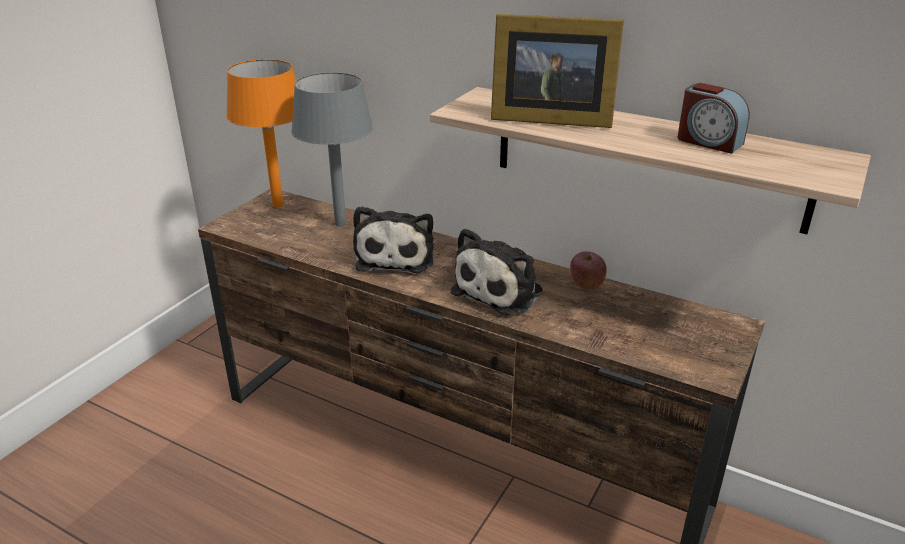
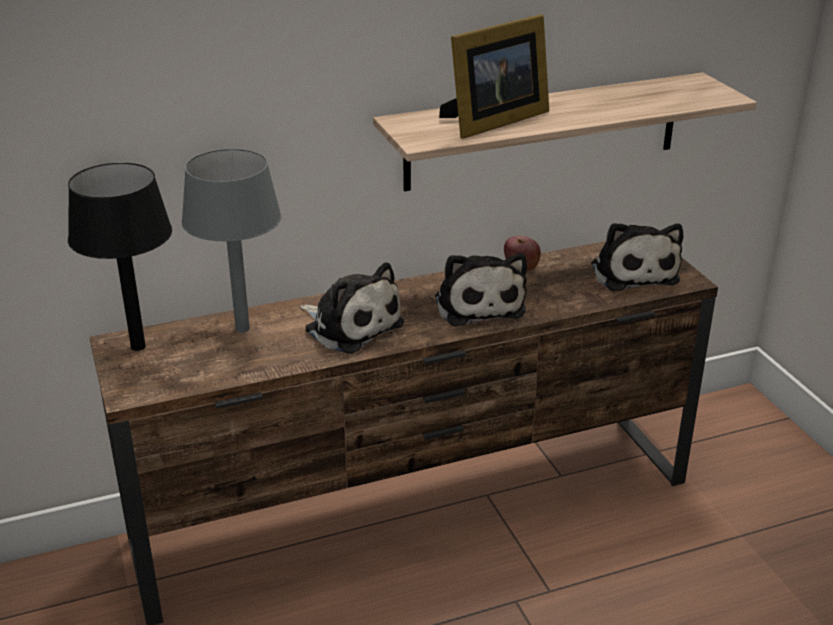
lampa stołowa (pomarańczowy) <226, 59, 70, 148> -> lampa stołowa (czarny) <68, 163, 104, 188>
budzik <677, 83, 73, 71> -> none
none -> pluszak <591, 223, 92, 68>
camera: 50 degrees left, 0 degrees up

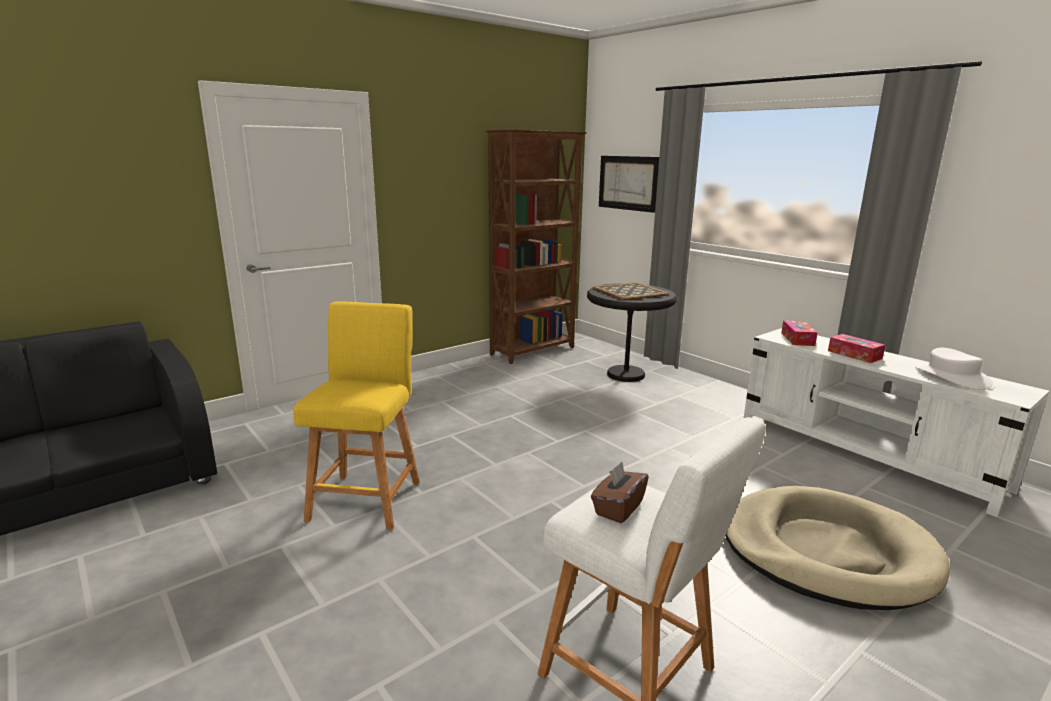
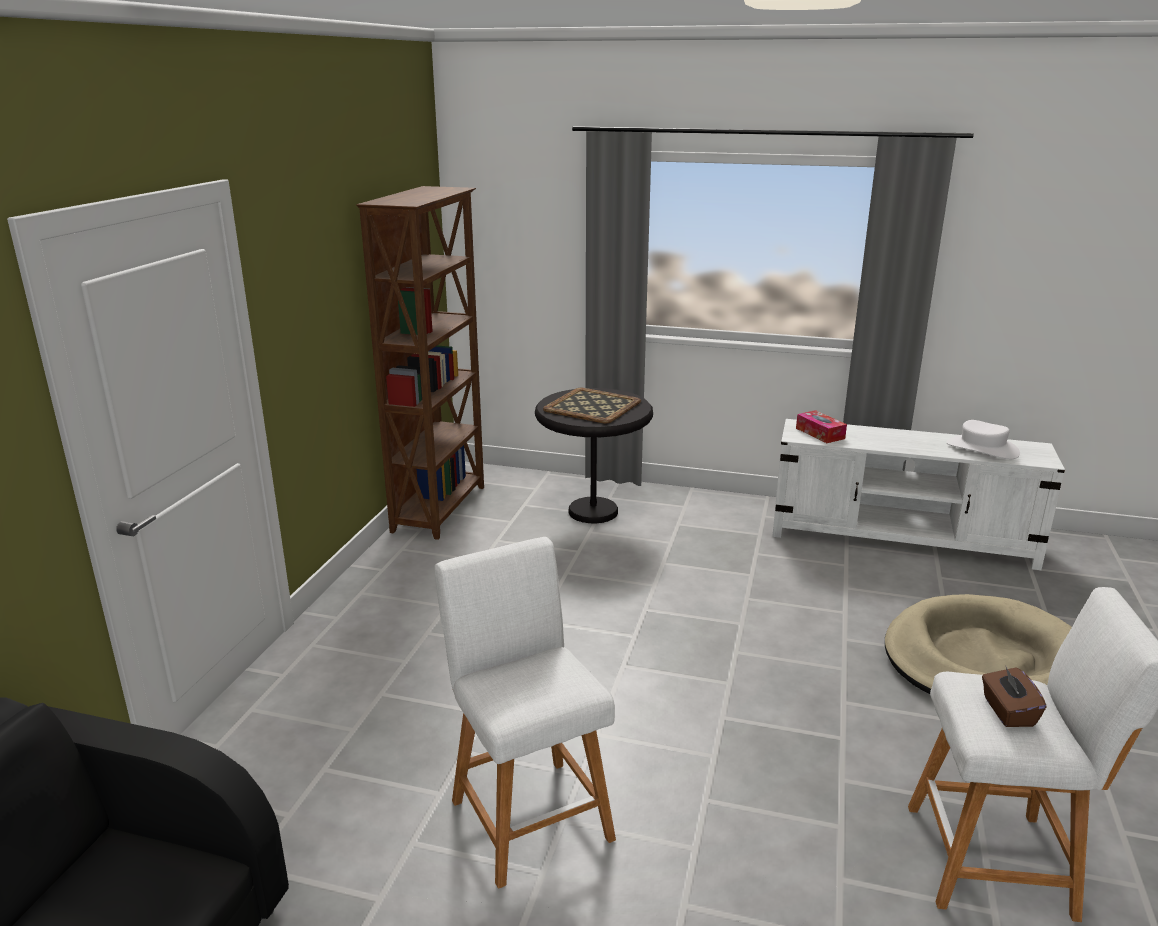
stołek (żółty) <293, 301, 127, 230> -> stołek (biały) <434, 537, 182, 352>
obraz <599, 156, 60, 57> -> none
pudełko chusteczek <828, 334, 57, 29> -> none
camera: 35 degrees left, 5 degrees up

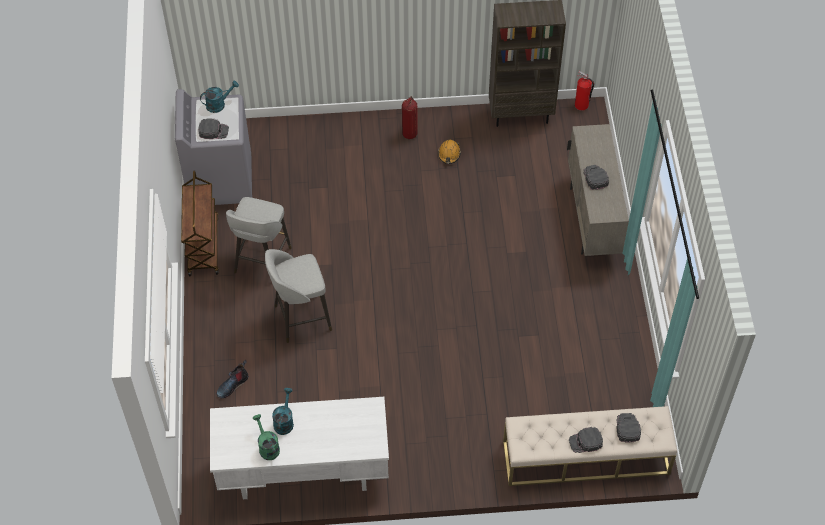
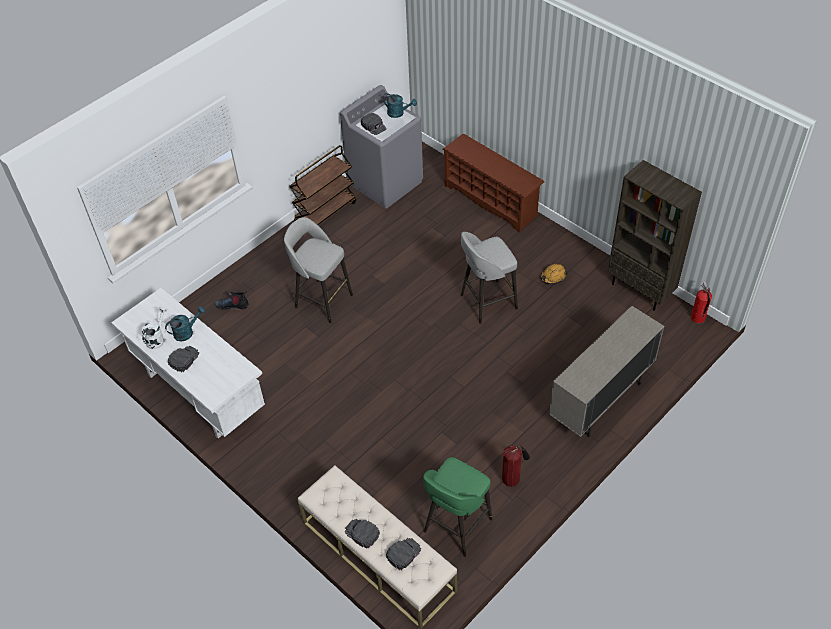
stołek (szary) <226, 197, 66, 76> -> stołek (szary) <460, 232, 58, 92>, moved
konewka (zielony) <253, 414, 27, 46> -> konewka (biały) <142, 307, 25, 42>
gaśnica <402, 96, 16, 43> -> gaśnica <502, 445, 28, 42>, moved
czapka z daszkiem (czarny) <584, 165, 25, 25> -> czapka z daszkiem (czarny) <168, 346, 31, 26>, moved
none -> stołek (zielony) <423, 457, 69, 100>
none -> regał na buty (brązowy) <443, 134, 101, 99>
camera: 50 degrees right, 5 degrees down

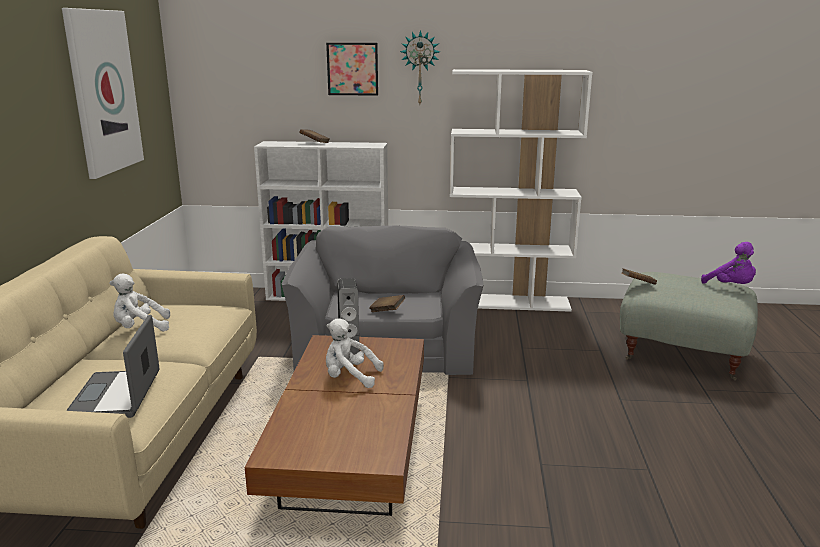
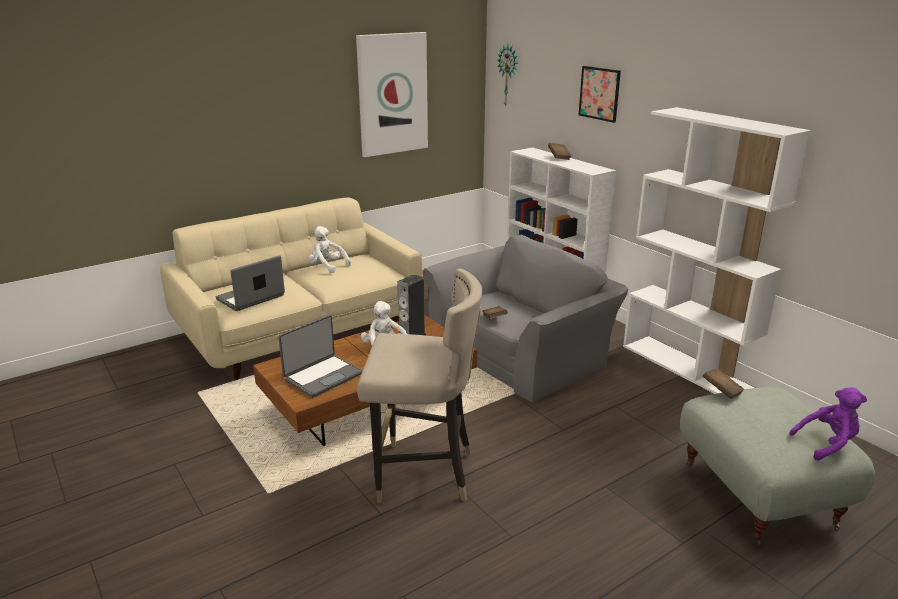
zegar ścienny <400, 30, 40, 74> -> zegar ścienny <497, 44, 21, 62>, moved
pluszak (fioletowy) <701, 242, 55, 42> -> pluszak (fioletowy) <789, 387, 78, 74>, 120 degrees counterclockwise
none -> laptop <278, 315, 85, 83>
none -> stołek (beżowy) <357, 268, 125, 235>
camera: 50 degrees right, 5 degrees up

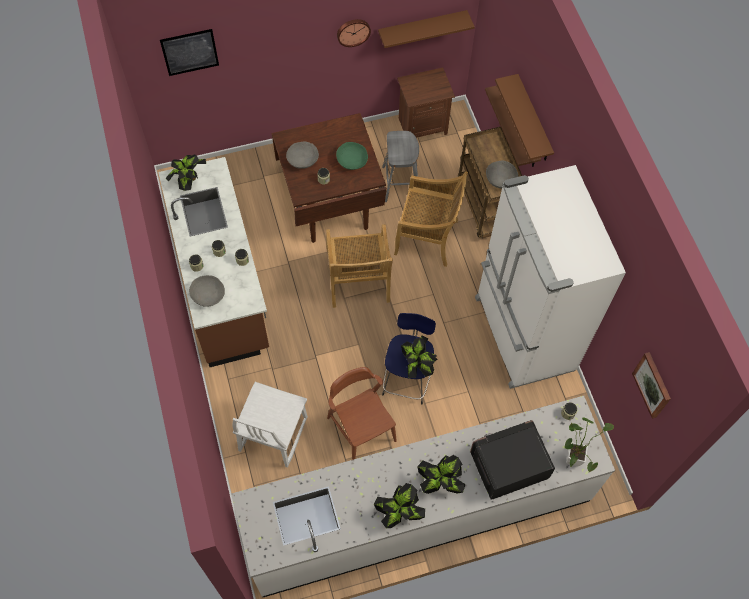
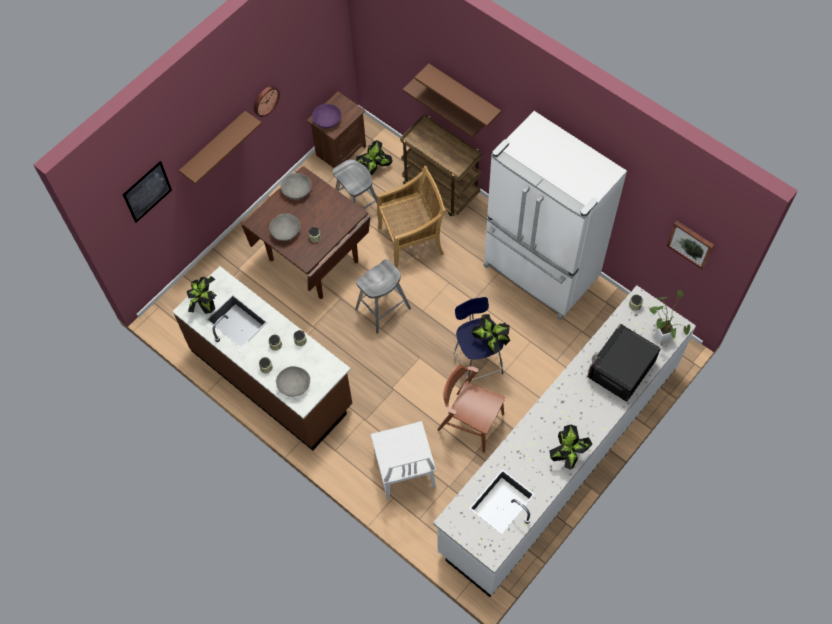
krzesło (beżowy) <326, 224, 67, 84> -> stołek (szary) <355, 259, 56, 75>
miska (zielony) <336, 142, 32, 28> -> none
półka (brązowy) <378, 10, 97, 38> -> półka (brązowy) <179, 111, 83, 73>, moved
roślina doniczkowa <417, 455, 48, 39> -> roślina doniczkowa <356, 140, 37, 35>, moved
miska (szary) <486, 160, 32, 28> -> miska (szary) <280, 173, 31, 27>, moved
none -> miska (fioletowy) <312, 104, 30, 25>
camera: 30 degrees left, 0 degrees up

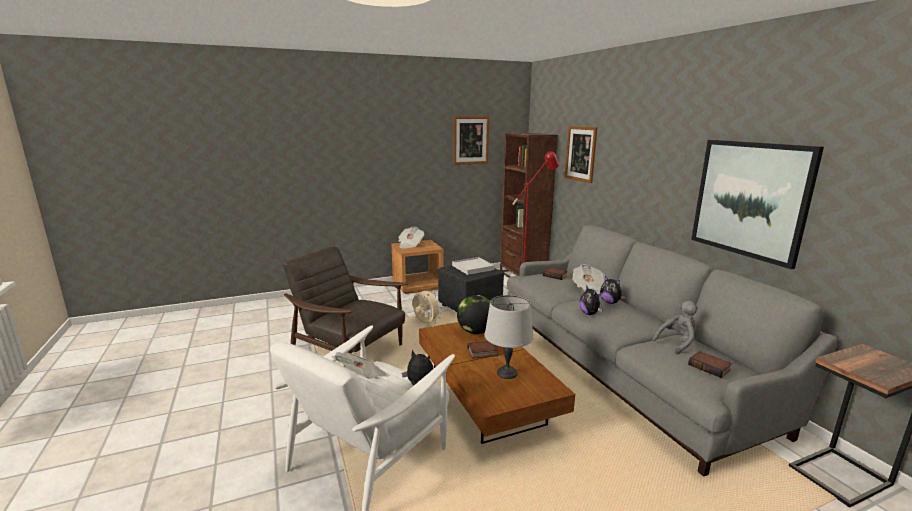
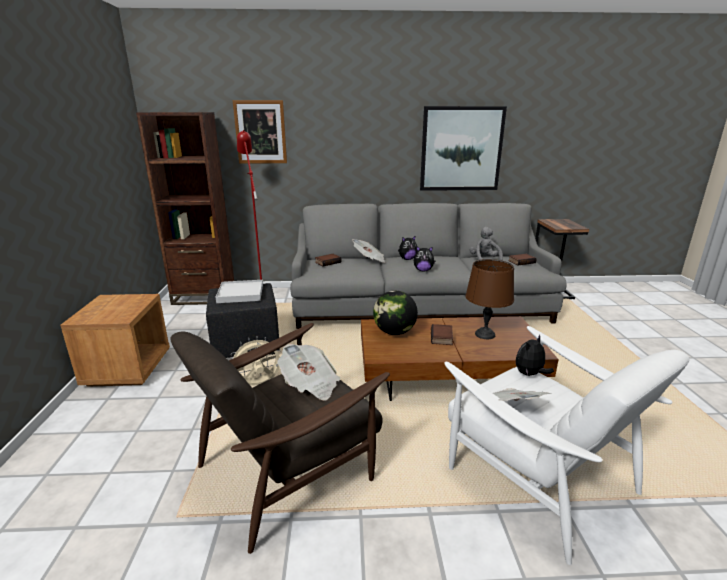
gazeta <398, 227, 26, 22> -> gazeta <277, 344, 63, 57>, moved
obraz <453, 116, 36, 49> -> none
lampa stołowa (szary) <485, 295, 48, 84> -> lampa stołowa (brązowy) <465, 259, 49, 80>
camera: 70 degrees left, 5 degrees up

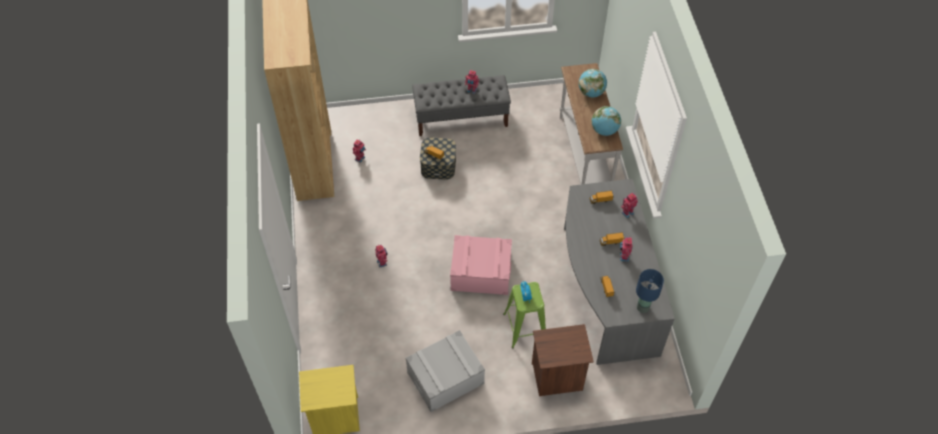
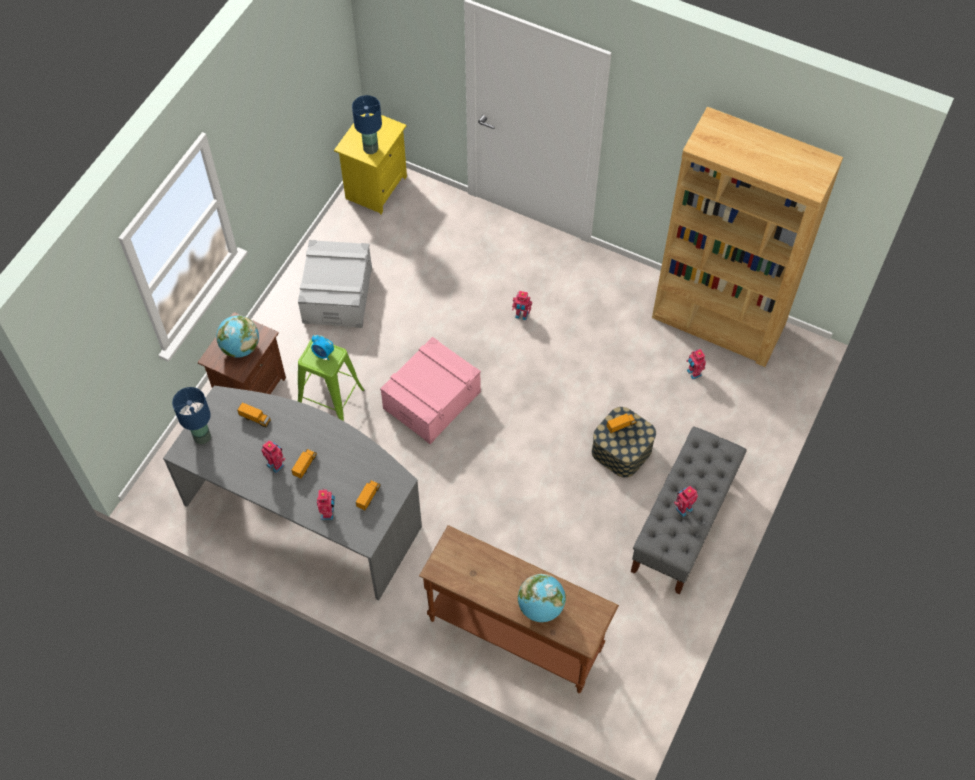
stolik konsolowy (biały) <560, 63, 63, 122> -> stolik konsolowy (brązowy) <419, 525, 200, 168>
globus <592, 106, 29, 30> -> globus <216, 316, 43, 42>, moved
none -> lampa stołowa (niebieski) <352, 95, 30, 59>
camera: 125 degrees right, 5 degrees up

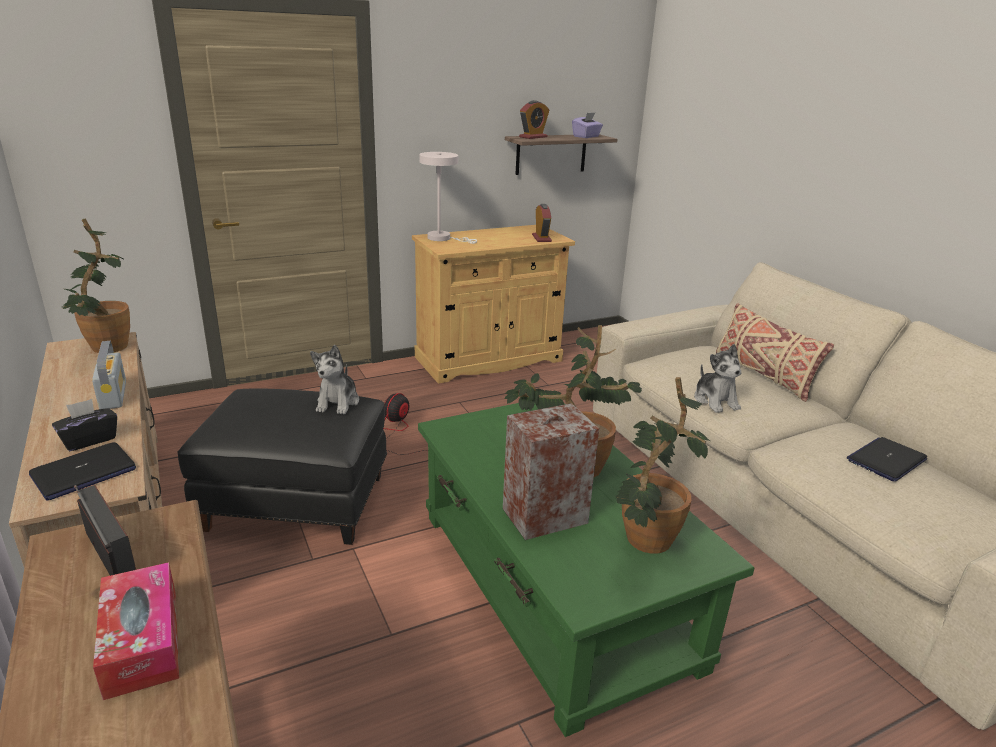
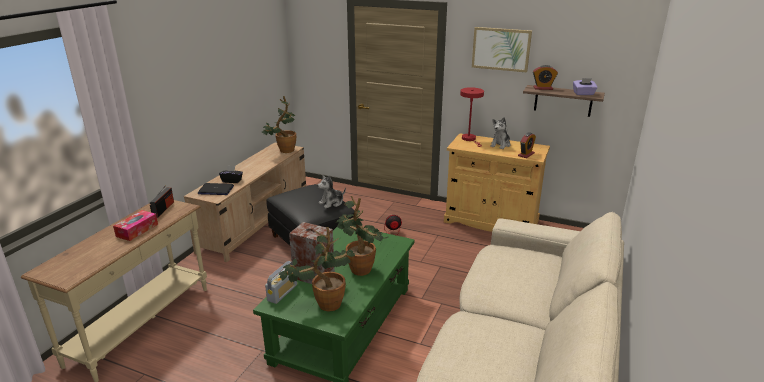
radio <92, 341, 34, 68> -> radio <265, 261, 32, 43>, moved
lampa stołowa (biały) <419, 152, 58, 92> -> lampa stołowa (czerwony) <460, 87, 24, 60>
pluszak <694, 344, 47, 69> -> pluszak <490, 117, 20, 32>, moved
poduszka (beżowy) <716, 303, 118, 99> -> none
laptop <847, 437, 80, 45> -> none
none -> obraz <472, 27, 60, 46>
camera: 50 degrees right, 0 degrees up

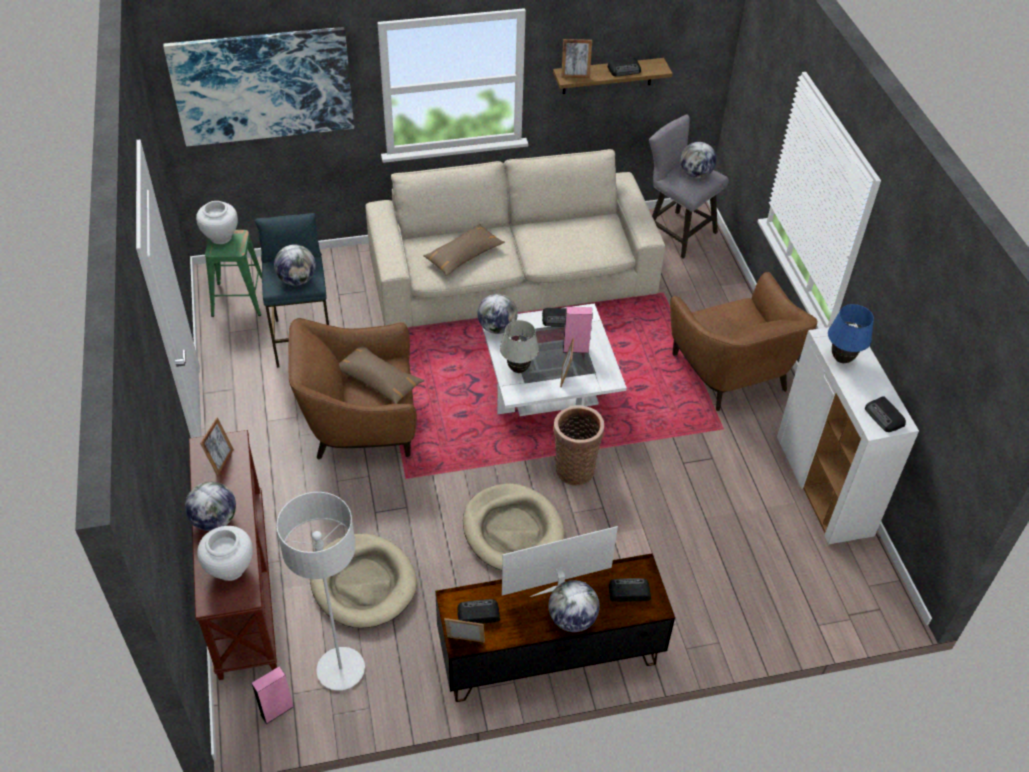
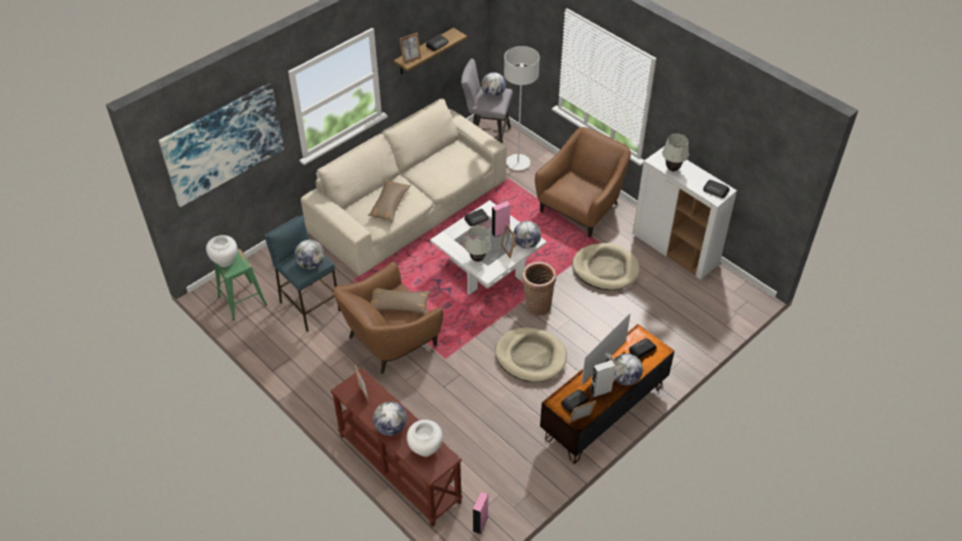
lampa stojąca (szary) <276, 492, 89, 199> -> lampa stojąca (szary) <504, 46, 36, 124>, moved
legowisko (beżowy) <310, 533, 107, 95> -> legowisko (beżowy) <572, 243, 68, 47>, moved
globus <478, 294, 40, 40> -> globus <513, 221, 28, 28>, moved
fotel (brązowy) <670, 272, 147, 139> -> fotel (brązowy) <535, 127, 96, 110>, 90 degrees counterclockwise
lampa stołowa (niebieski) <828, 304, 46, 59> -> lampa stołowa (biały) <662, 134, 27, 37>
none -> głośnik (szary) <590, 360, 25, 38>
camera: 30 degrees left, 0 degrees up

